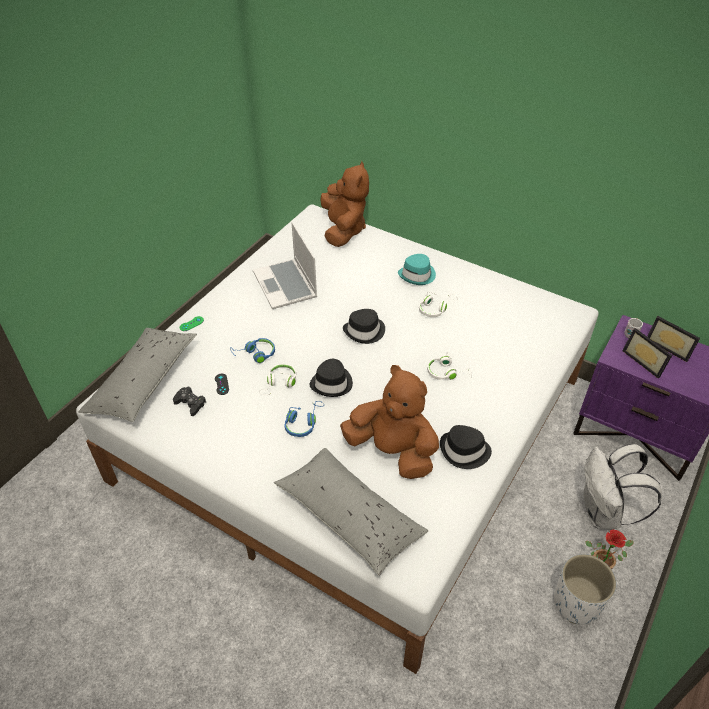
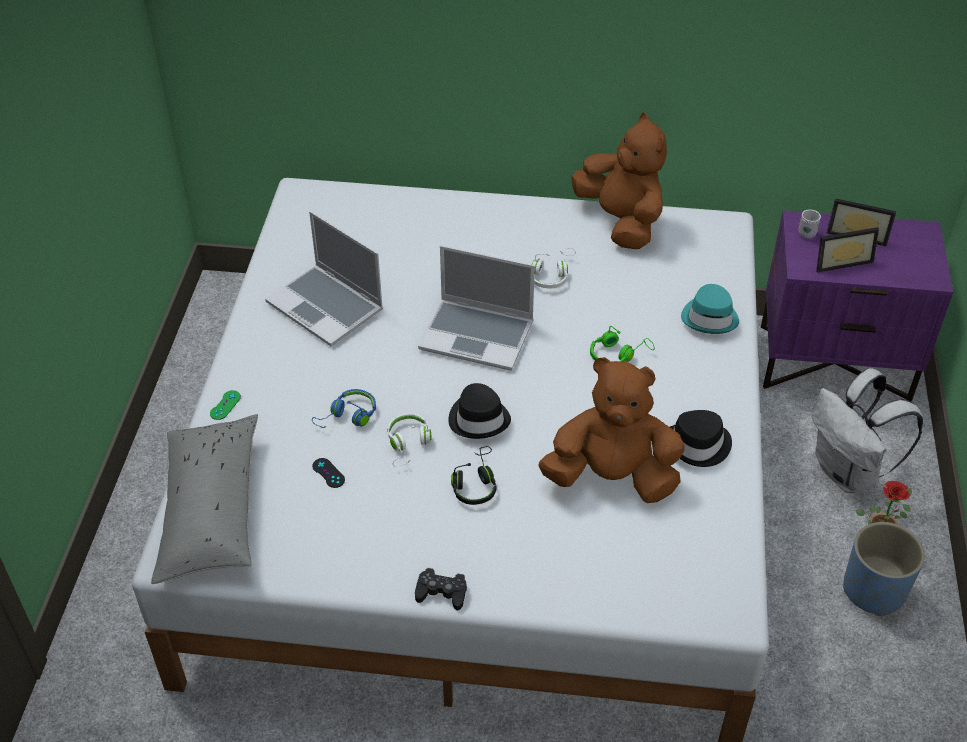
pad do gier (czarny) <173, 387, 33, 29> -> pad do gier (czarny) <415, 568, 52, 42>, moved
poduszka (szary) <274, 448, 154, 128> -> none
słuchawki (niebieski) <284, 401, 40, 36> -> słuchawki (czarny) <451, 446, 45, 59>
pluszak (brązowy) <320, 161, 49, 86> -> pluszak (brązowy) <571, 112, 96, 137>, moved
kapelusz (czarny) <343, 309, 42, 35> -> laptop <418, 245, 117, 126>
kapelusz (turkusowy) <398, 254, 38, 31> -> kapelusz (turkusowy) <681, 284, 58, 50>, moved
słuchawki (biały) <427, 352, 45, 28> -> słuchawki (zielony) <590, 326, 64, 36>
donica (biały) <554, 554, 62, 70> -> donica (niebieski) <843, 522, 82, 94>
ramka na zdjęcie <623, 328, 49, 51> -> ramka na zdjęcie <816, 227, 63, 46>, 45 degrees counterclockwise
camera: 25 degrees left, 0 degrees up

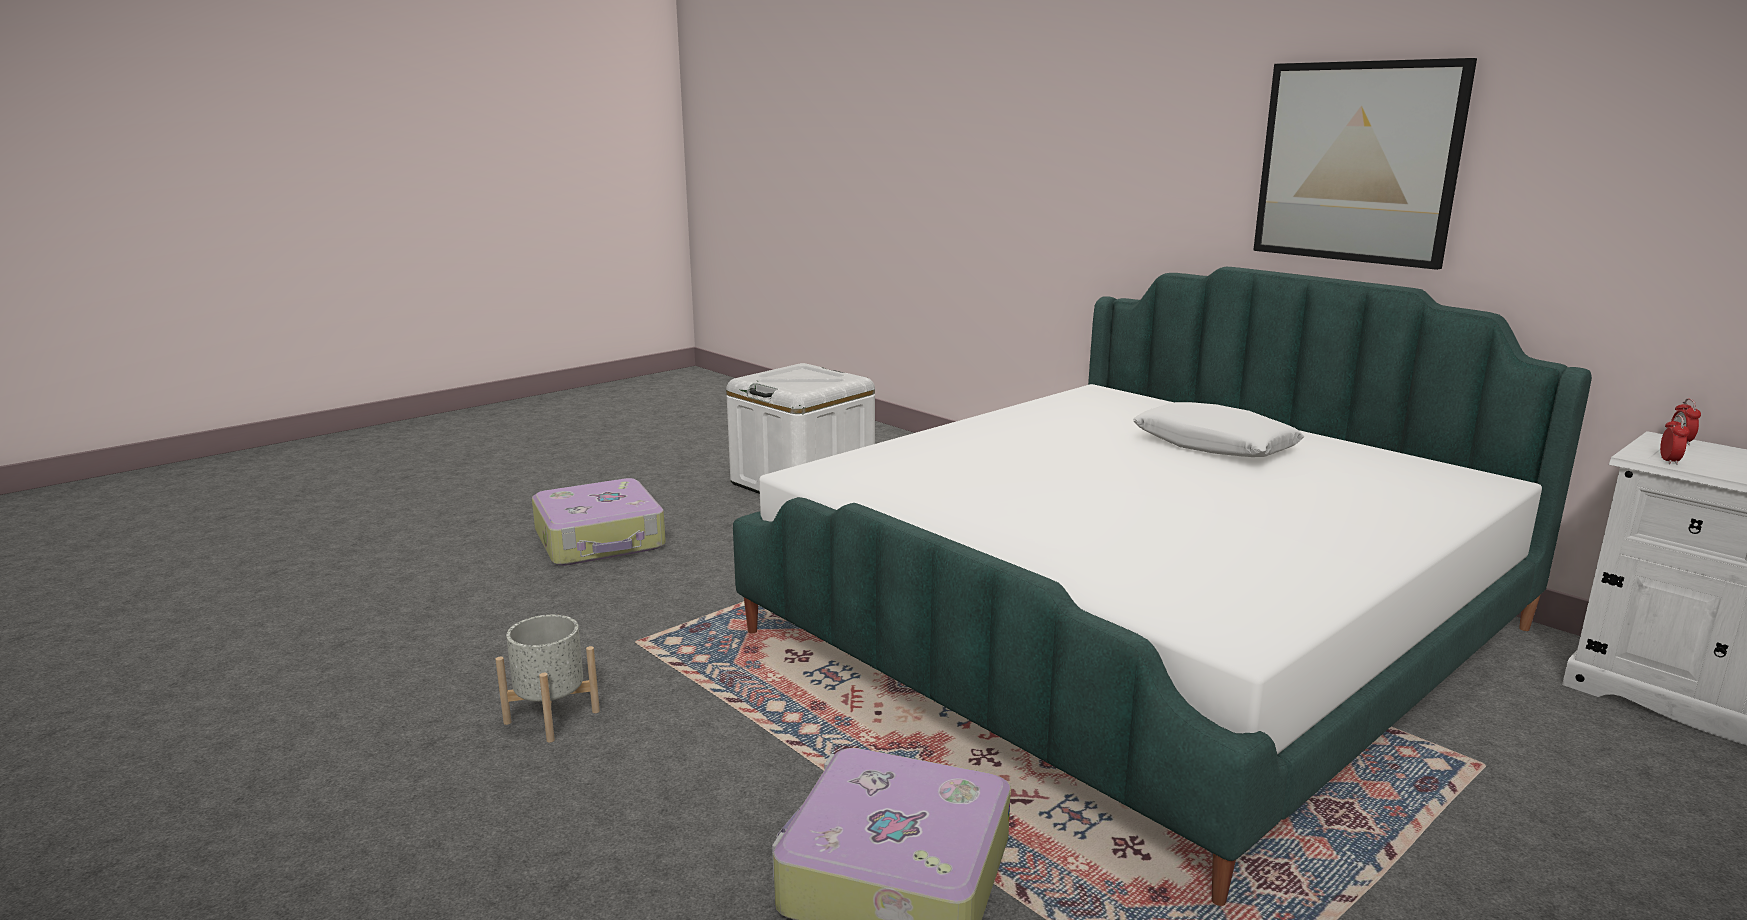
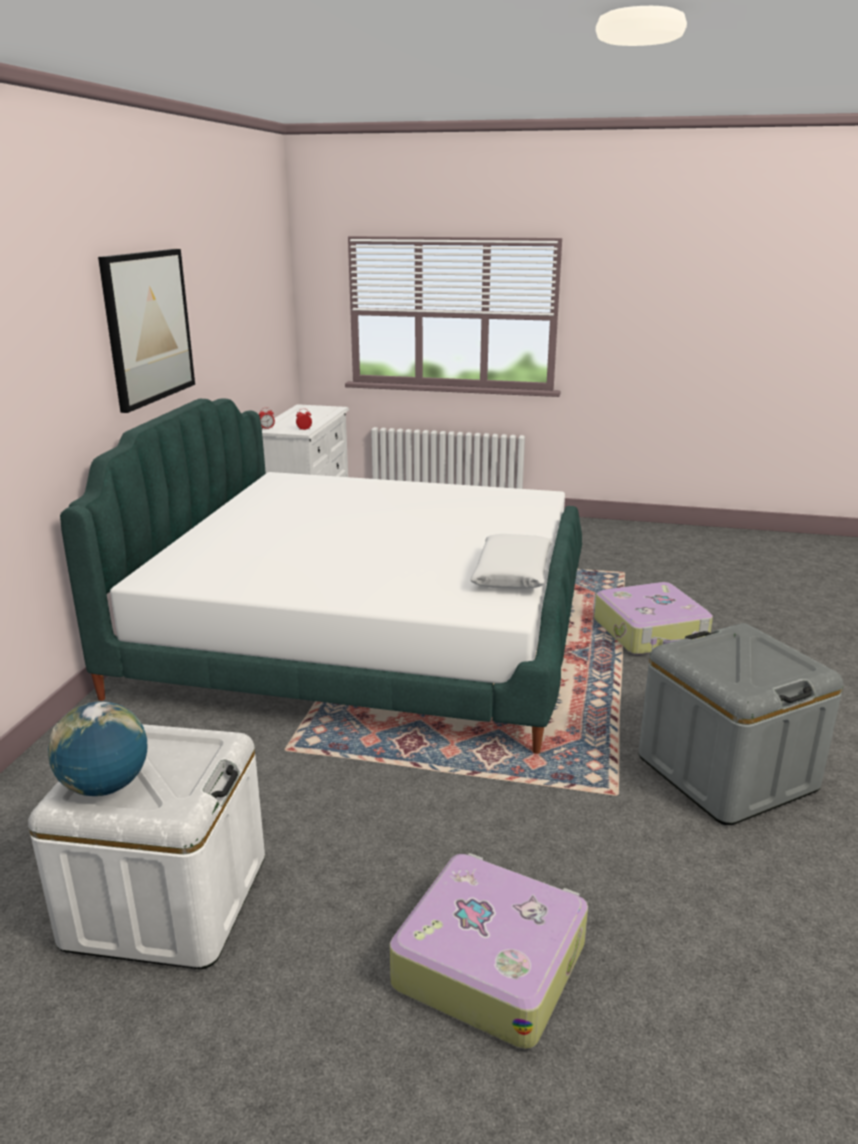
donica (szary) <495, 615, 105, 128> -> pojemnik do przechowywania (szary) <639, 623, 204, 202>
poduszka (biały) <1133, 402, 171, 55> -> poduszka (biały) <470, 534, 83, 55>, moved
none -> globus <48, 701, 99, 95>
camera: 125 degrees left, 5 degrees up

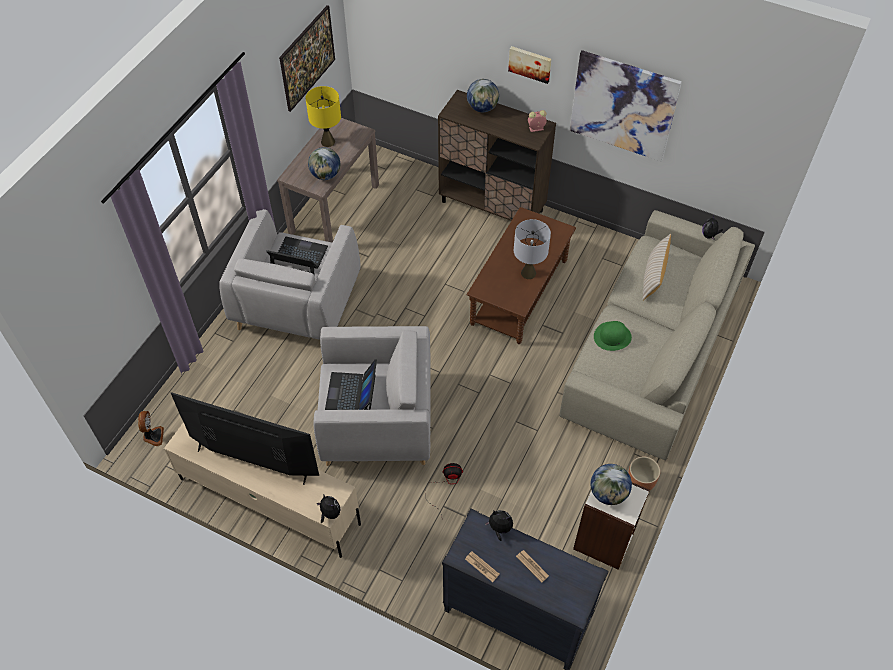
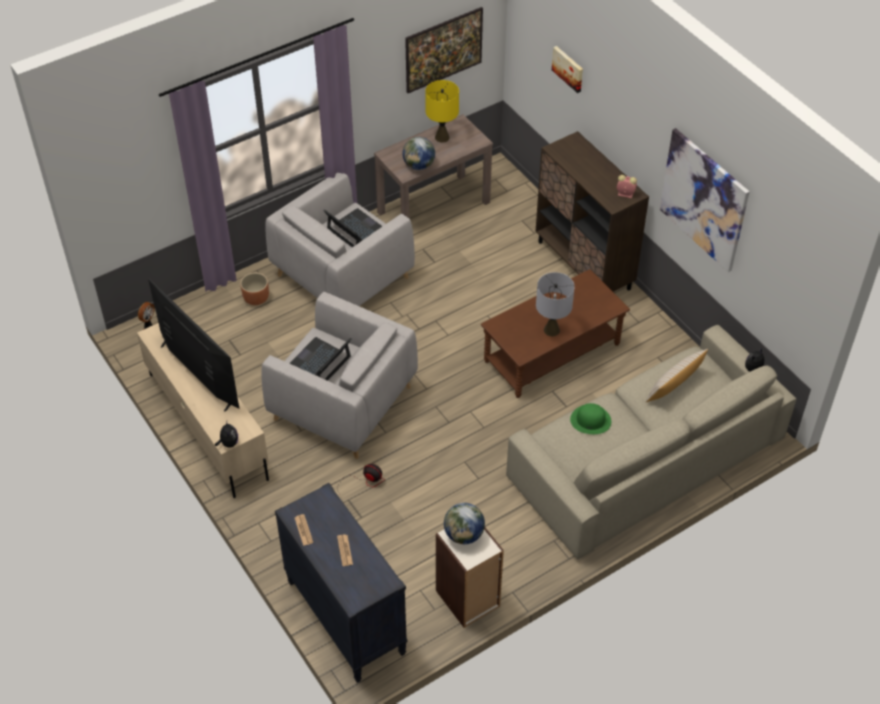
globus <467, 79, 32, 33> -> none
pluszak <485, 510, 28, 31> -> none
obraz <508, 46, 44, 38> -> obraz <552, 46, 31, 47>, moved
donica (brązowy) <628, 456, 32, 34> -> donica (brązowy) <240, 272, 29, 33>, moved
camera: 30 degrees right, 5 degrees down

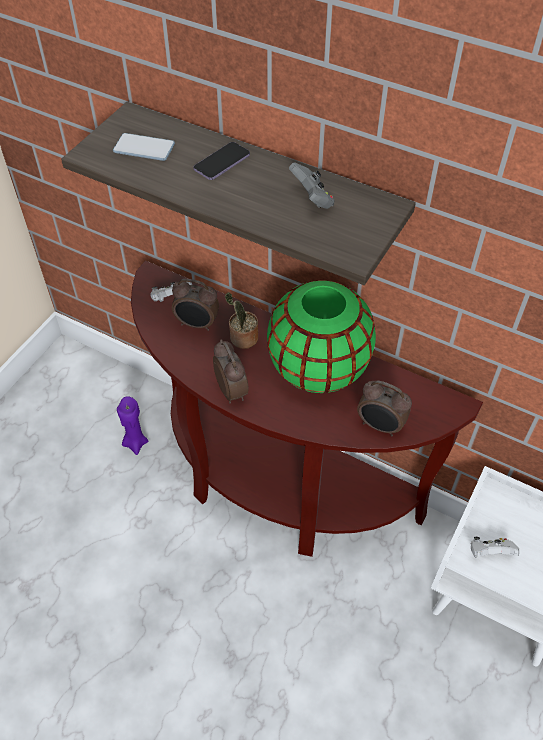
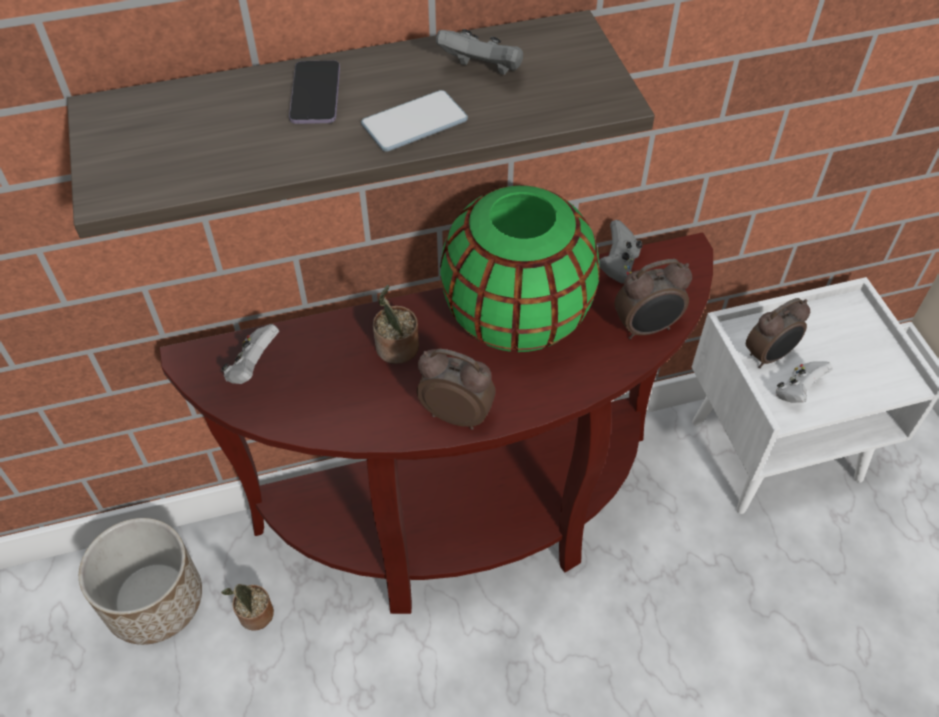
telefon <113, 133, 62, 28> -> telefon <361, 90, 107, 62>, moved
świeca (fioletowy) <117, 397, 31, 58> -> roślina doniczkowa <221, 584, 53, 46>
budzik <172, 279, 47, 52> -> budzik <746, 298, 64, 70>, moved
none -> donica <79, 518, 123, 127>
none -> pad do gier (szary) <599, 220, 44, 64>
camera: 45 degrees left, 0 degrees up

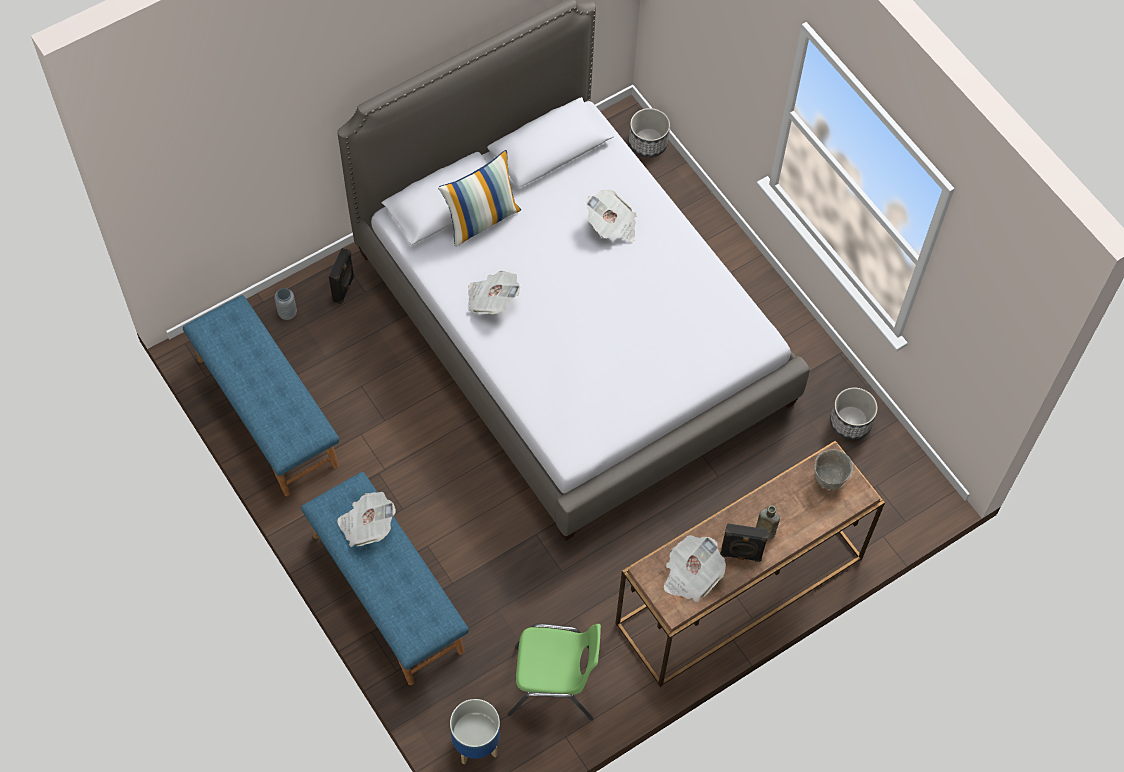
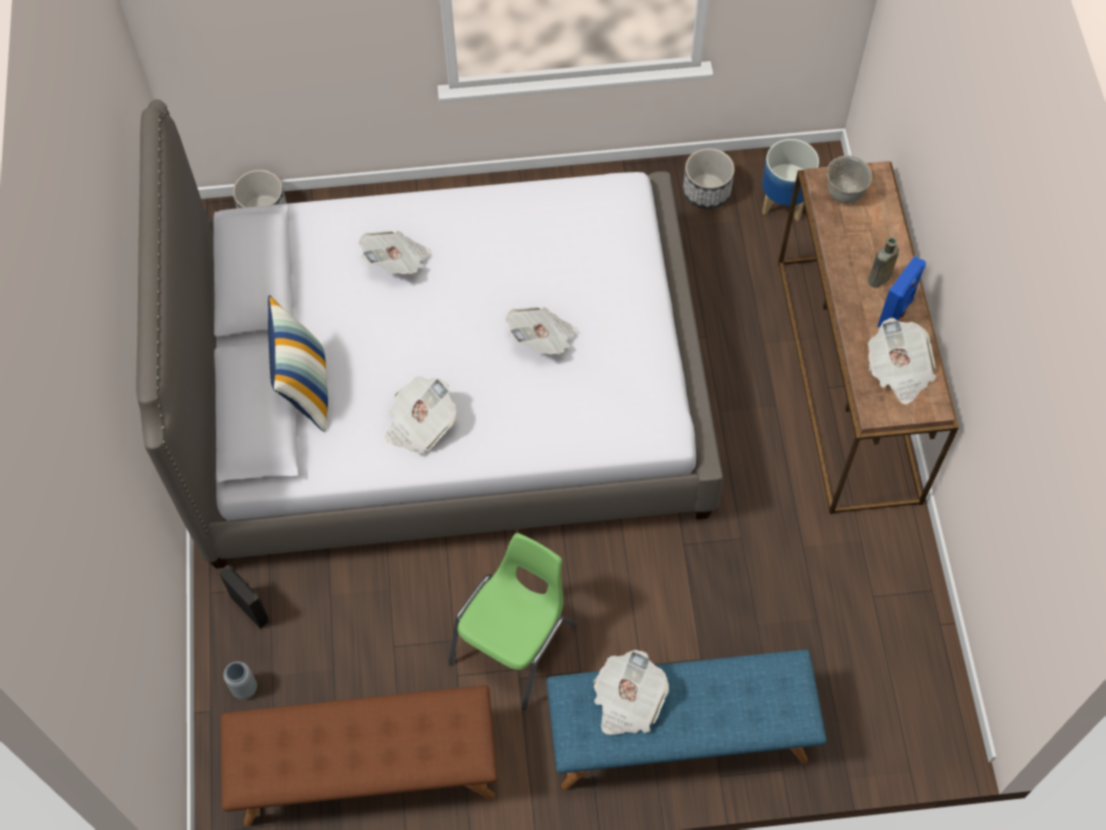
ławka (niebieski) <183, 295, 156, 201> -> ławka (brązowy) <221, 685, 277, 141>
donica <450, 699, 50, 66> -> donica <762, 139, 57, 82>, moved
krzesło (zielony) <508, 623, 93, 97> -> krzesło (zielony) <448, 533, 129, 177>, moved
głośnik (czarny) <720, 523, 48, 39> -> głośnik (niebieski) <877, 256, 49, 72>
none -> gazeta <506, 307, 72, 48>
camera: 60 degrees left, 0 degrees up

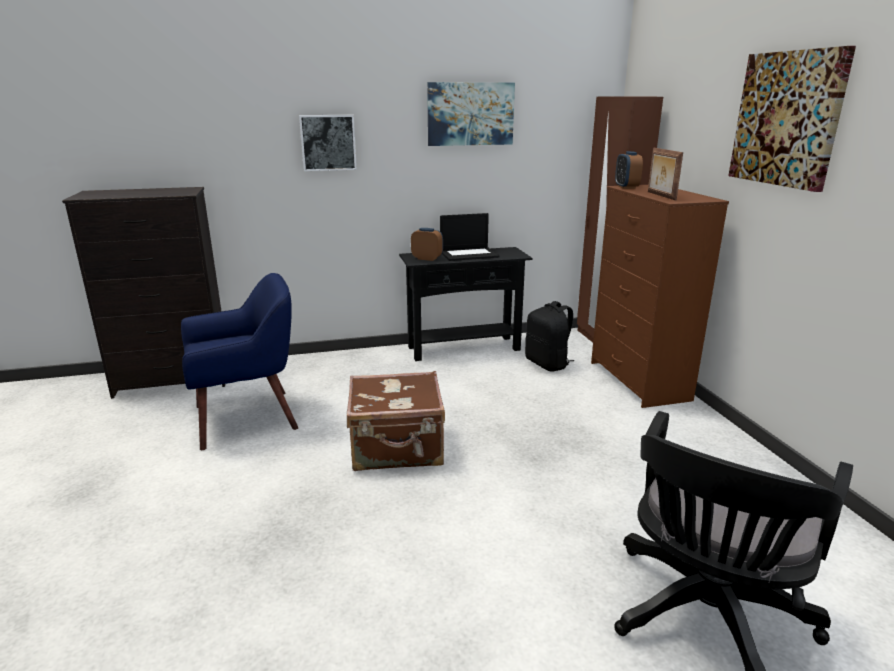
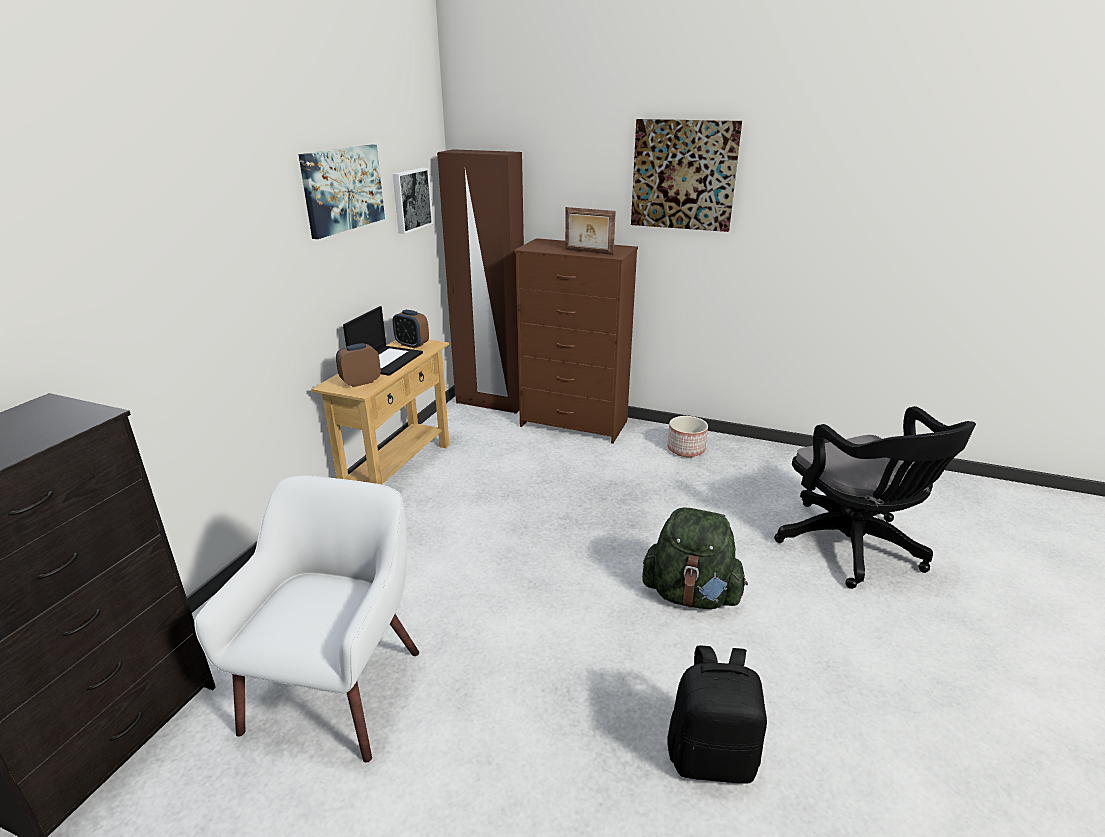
fotel (niebieski) <181, 273, 117, 177> -> fotel (biały) <194, 476, 225, 287>
obraz <299, 115, 58, 56> -> obraz <393, 168, 40, 66>, moved
walizka (brązowy) <347, 371, 98, 100> -> none
stolik konsolowy (czarny) <399, 247, 133, 114> -> stolik konsolowy (beżowy) <311, 340, 138, 145>
plecak (czarny) <525, 301, 49, 71> -> plecak (czarny) <667, 645, 100, 139>, moved
budzik <615, 151, 28, 38> -> budzik <393, 310, 36, 39>, moved
none -> plecak (zielony) <642, 507, 106, 102>
none -> donica <667, 416, 41, 41>
camera: 55 degrees left, 5 degrees up

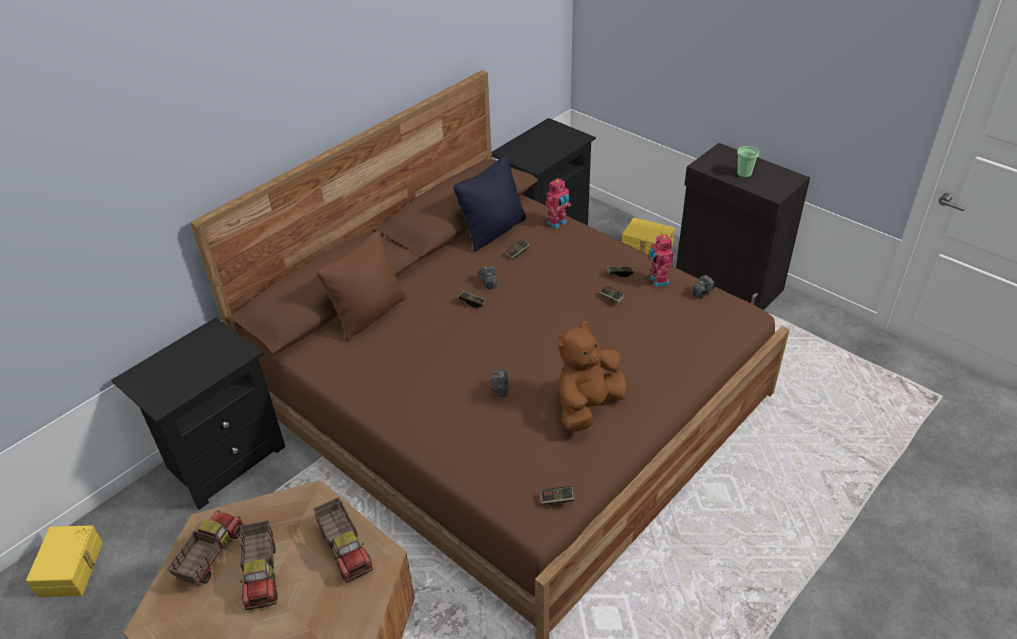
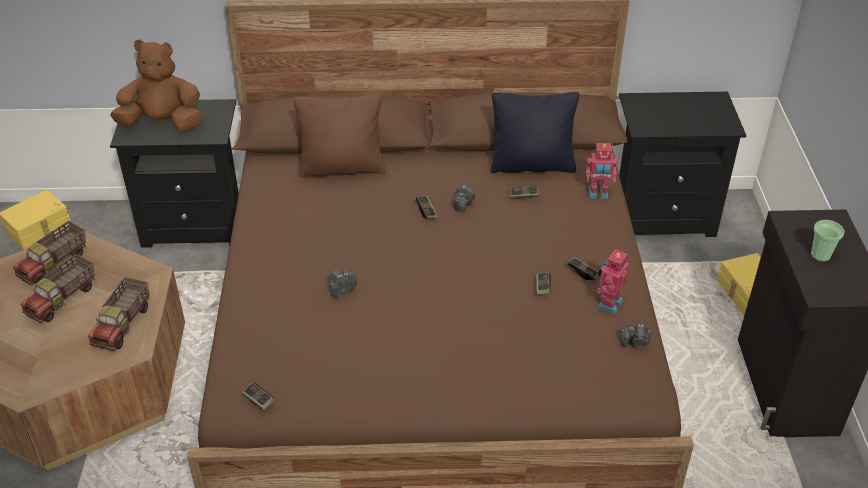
ciężarówka zabawkowa <167, 510, 77, 76> -> ciężarówka zabawkowa <13, 221, 73, 64>, 150 degrees clockwise
pluszak (brązowy) <558, 321, 69, 111> -> pluszak (brązowy) <110, 39, 92, 92>, moved
camera: 45 degrees right, 0 degrees up

